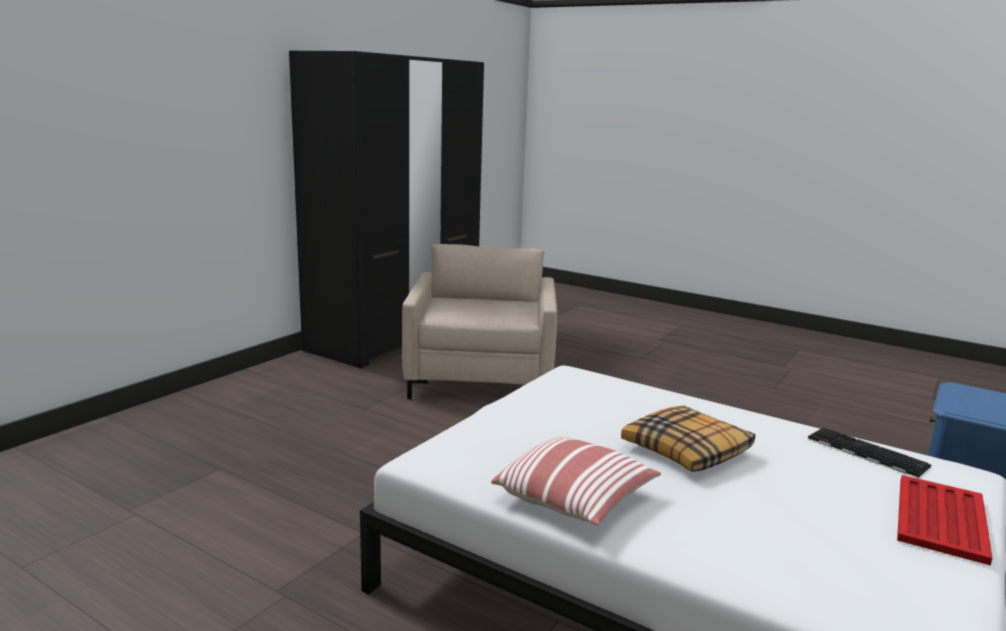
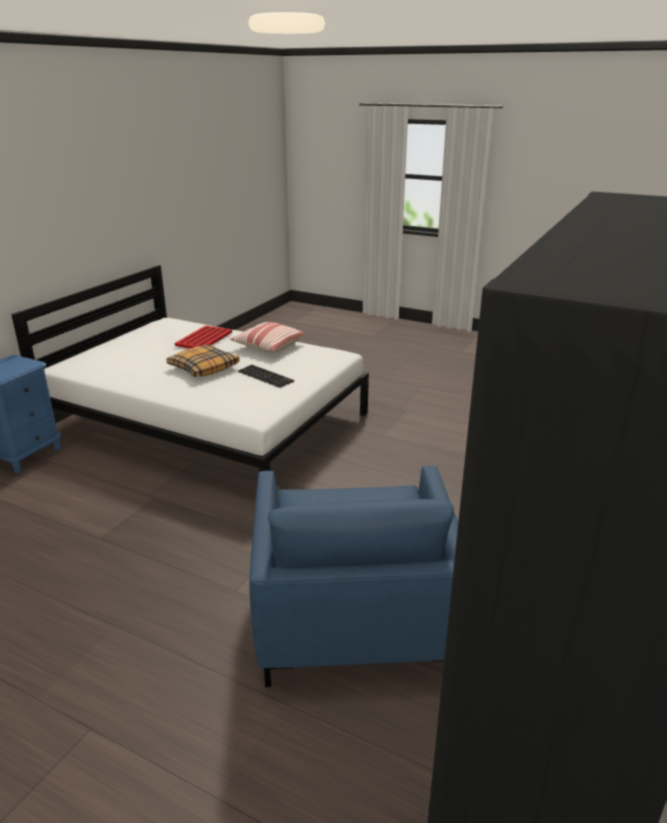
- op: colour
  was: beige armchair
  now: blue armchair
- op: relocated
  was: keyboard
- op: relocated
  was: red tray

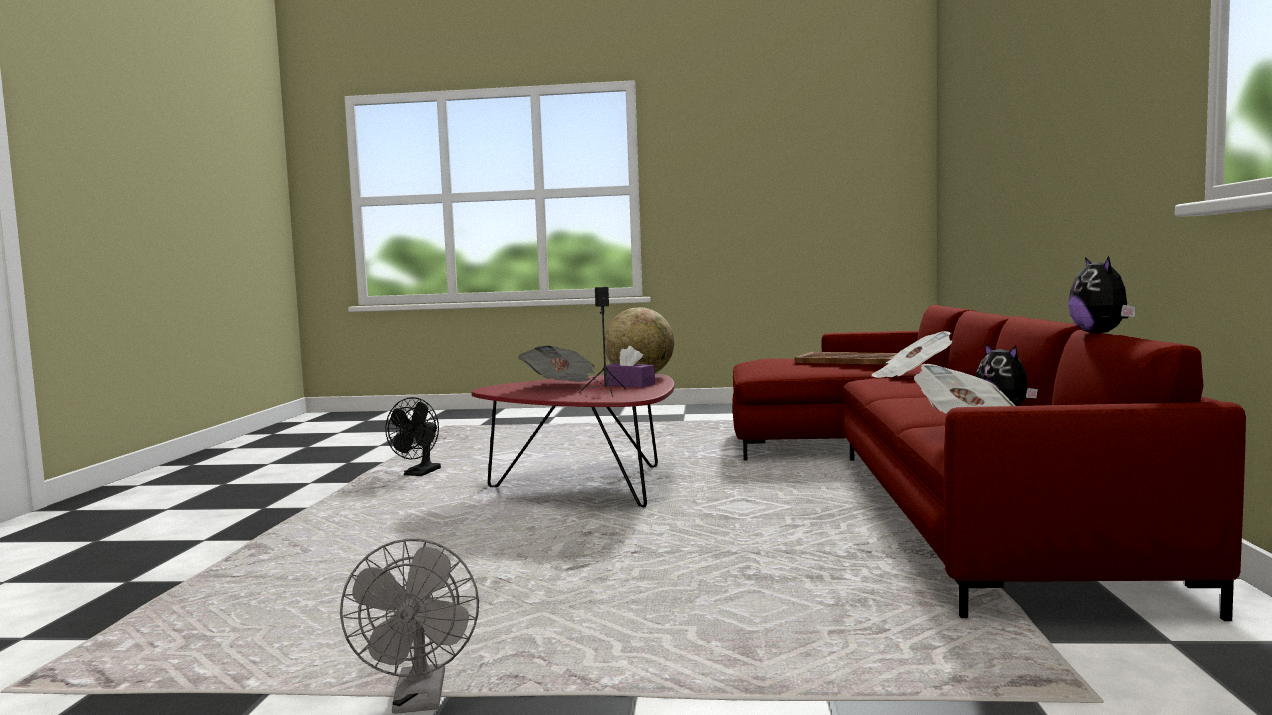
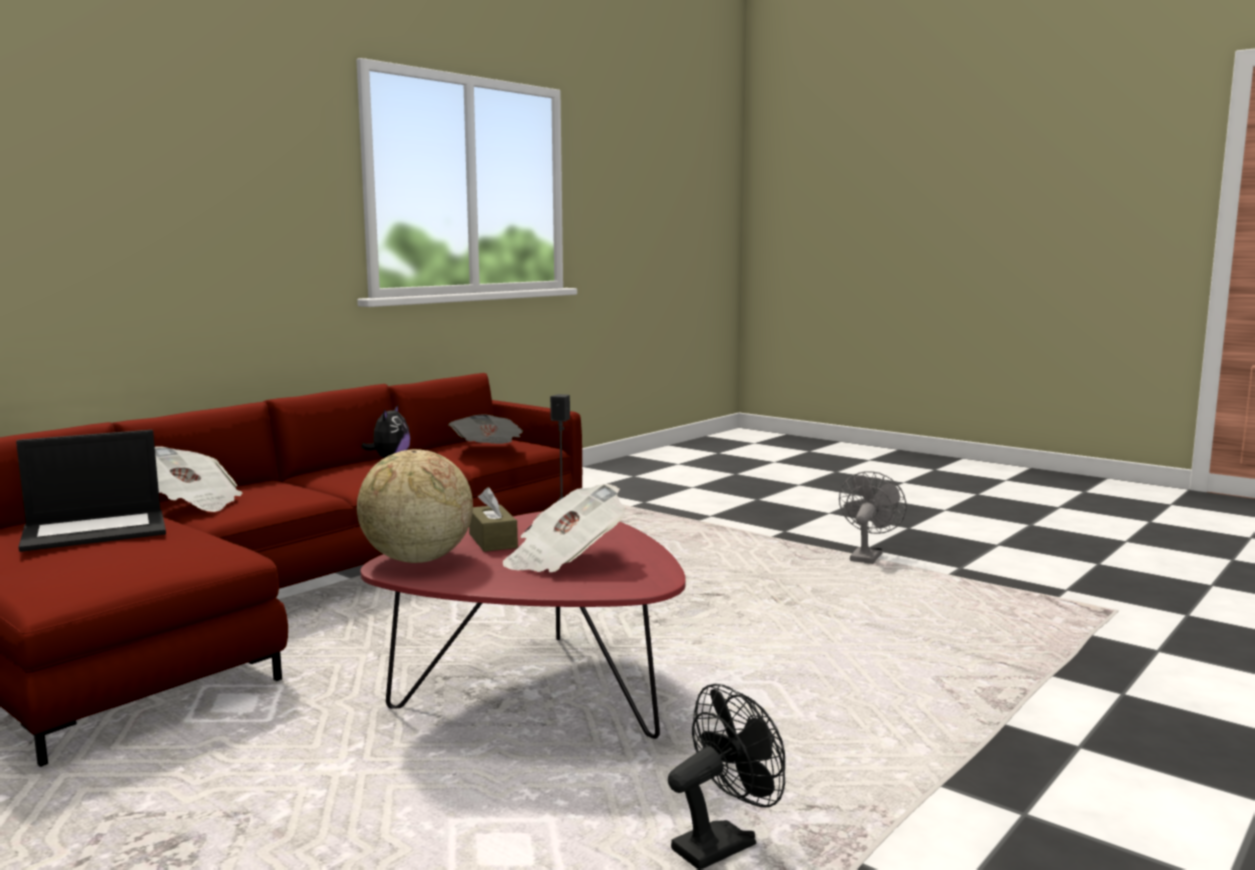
- op: missing
  was: plush toy (no. 2 from left)
- op: colour
  was: purple tissue box
  now: brown tissue box
- op: exchanged
  was: brown tray
  now: laptop

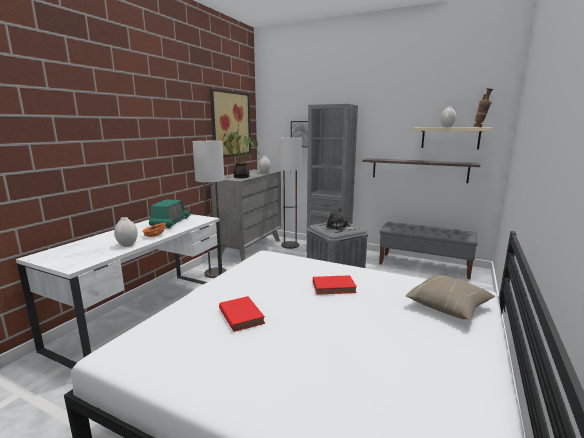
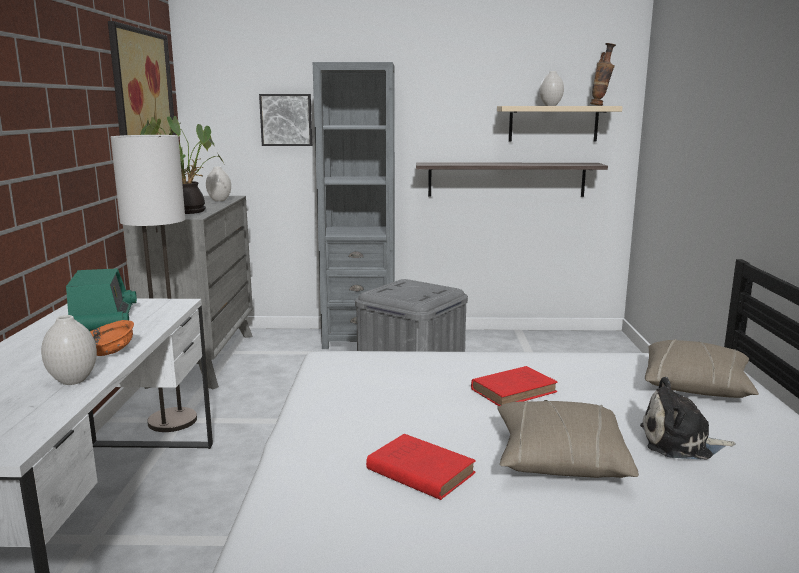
- op: missing
  was: floor lamp (no. 2 from left)
- op: relocated
  was: plush toy
- op: missing
  was: grey bench
- op: appeared
  now: beige pillow (no. 1 from left)

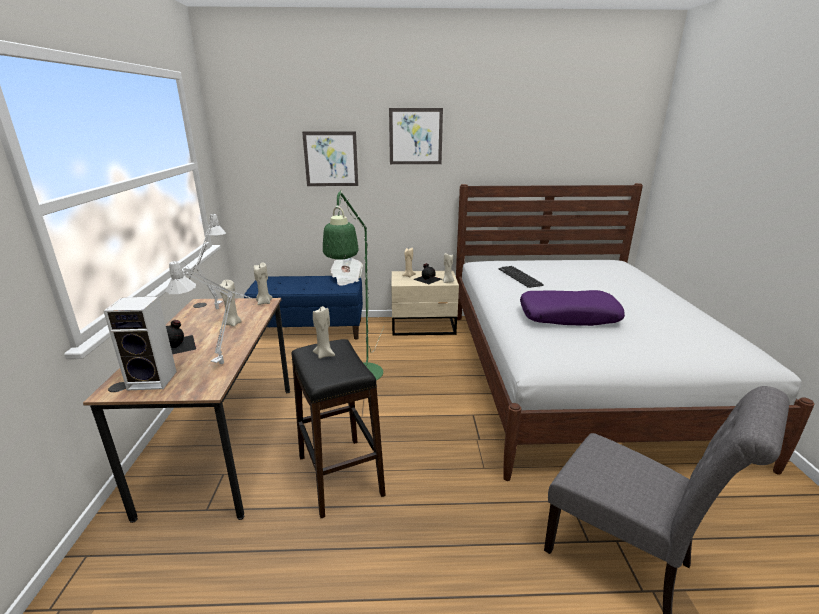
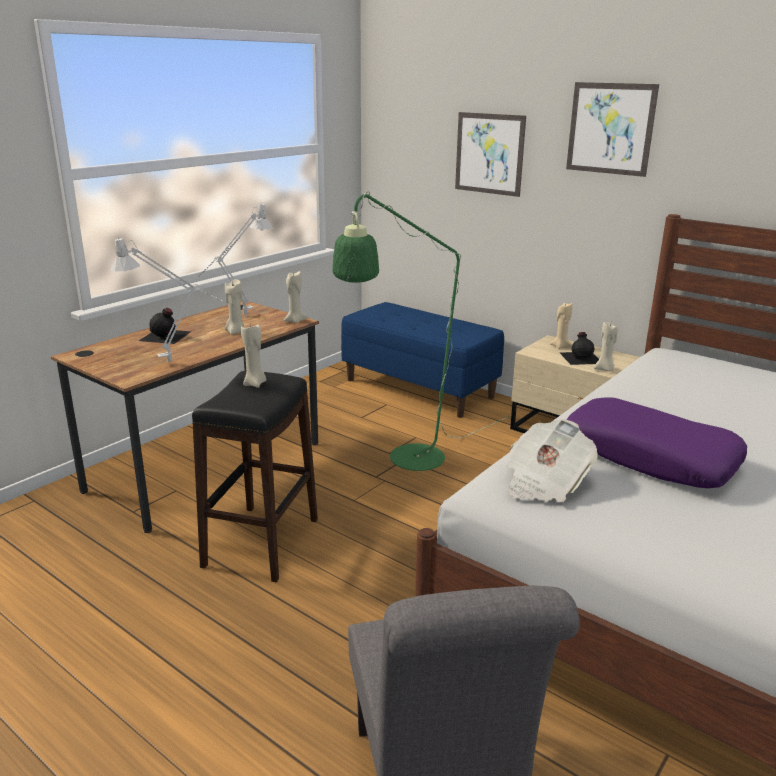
- op: relocated
  was: newspaper
- op: missing
  was: keyboard
- op: missing
  was: speaker

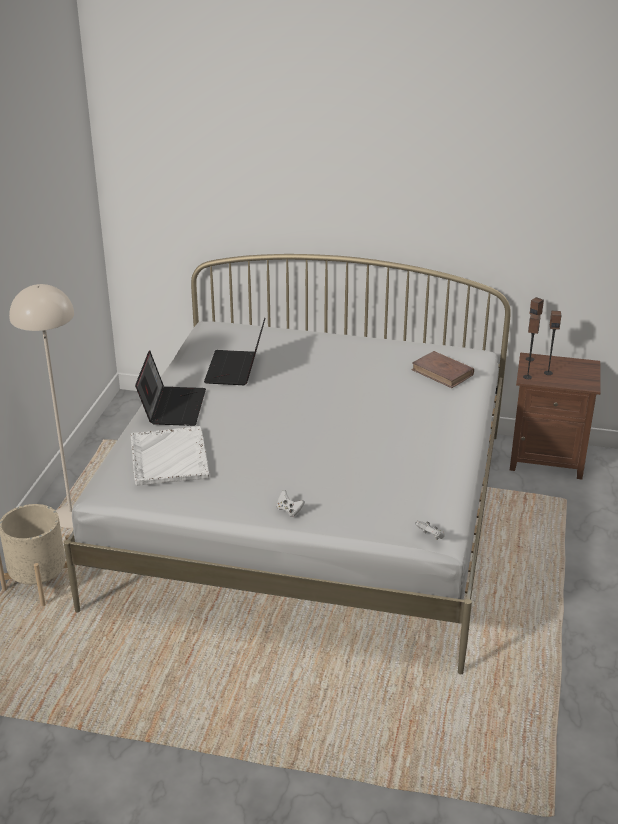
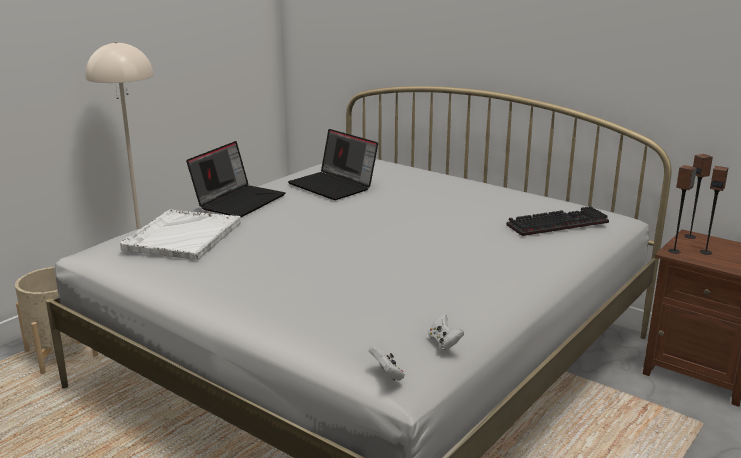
- op: spun
  was: laptop (no. 2 from left)
  clockwise: -75
- op: exchanged
  was: brown book
  now: keyboard
- op: relocated
  was: white game controller (no. 1 from left in the first image)
  now: white game controller (no. 2 from left)

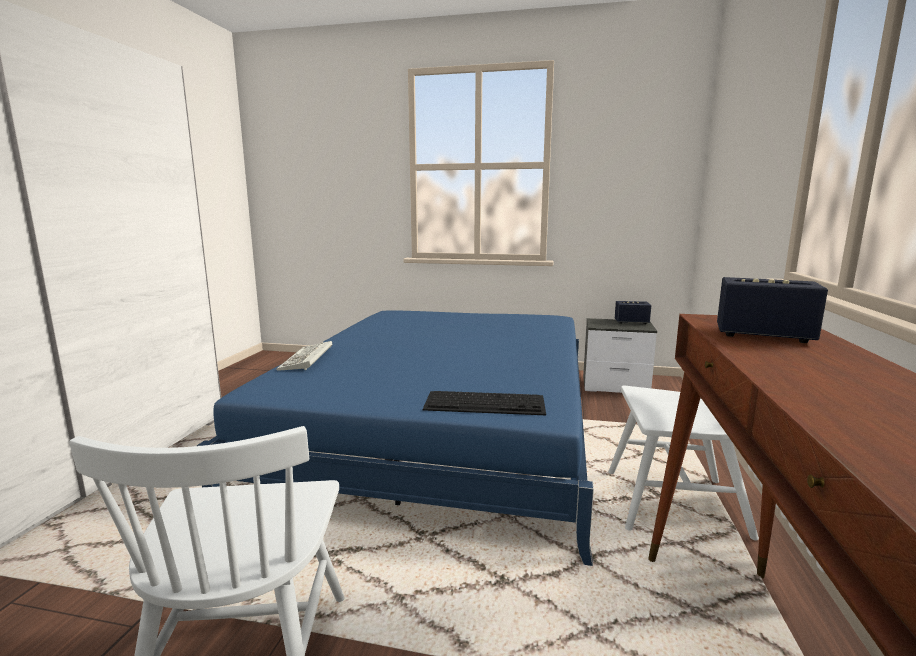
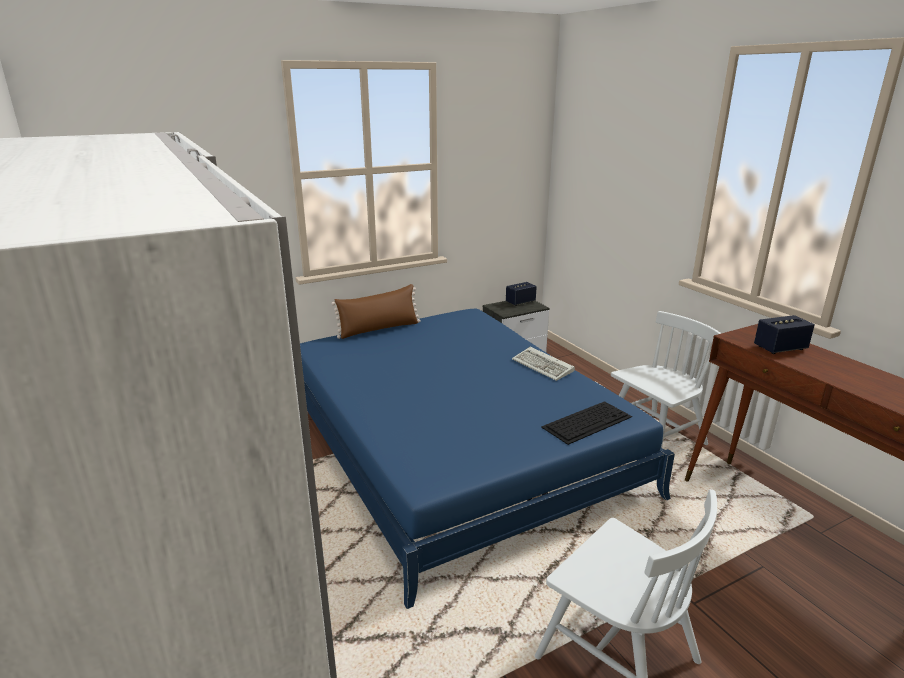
- op: relocated
  was: keyboard (no. 1 from left)
- op: appeared
  now: brown pillow

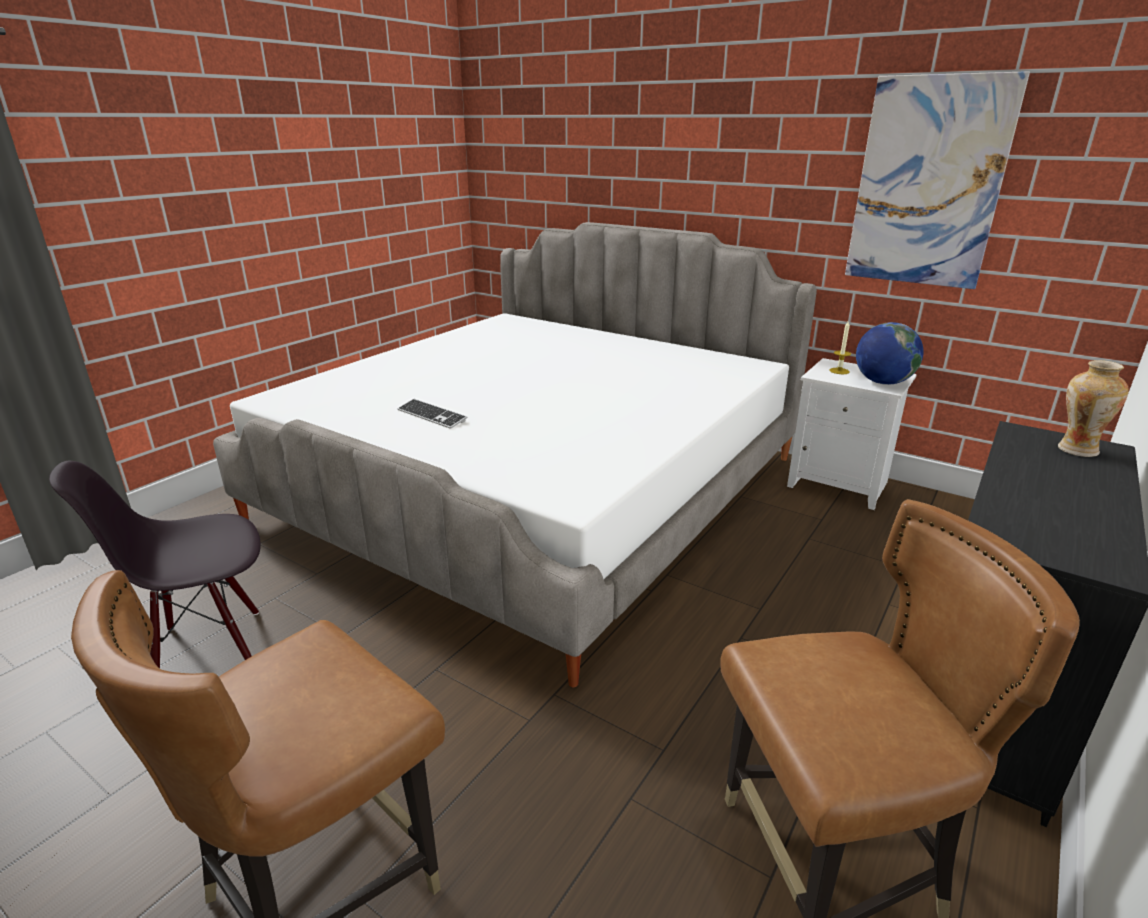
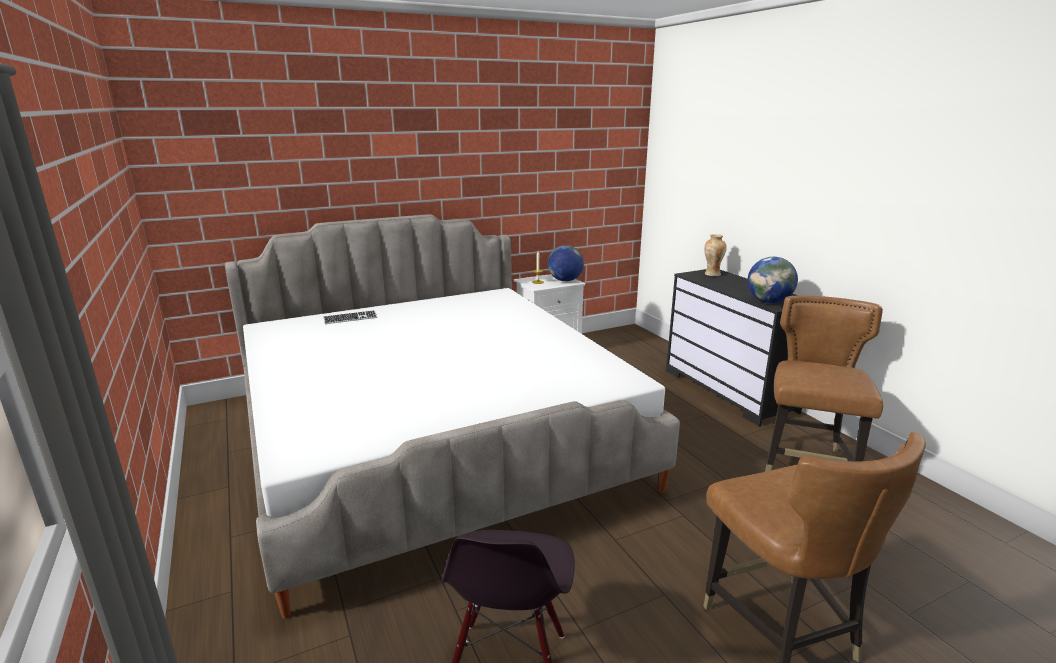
- op: missing
  was: picture
- op: relocated
  was: keyboard
- op: appeared
  now: globe (no. 2 from left)

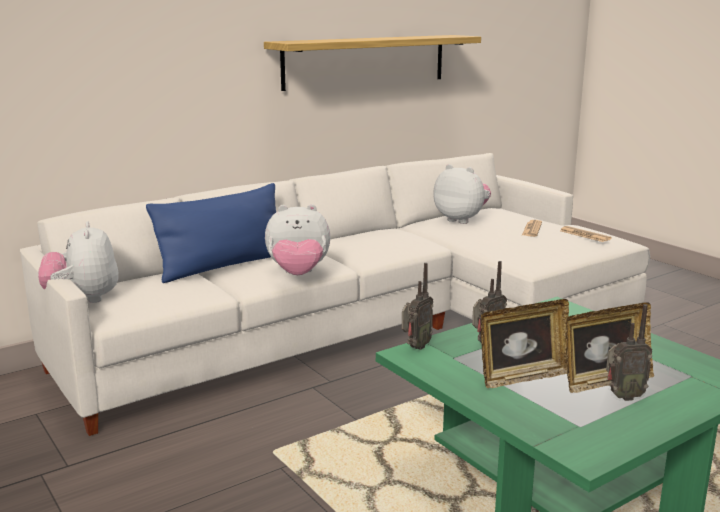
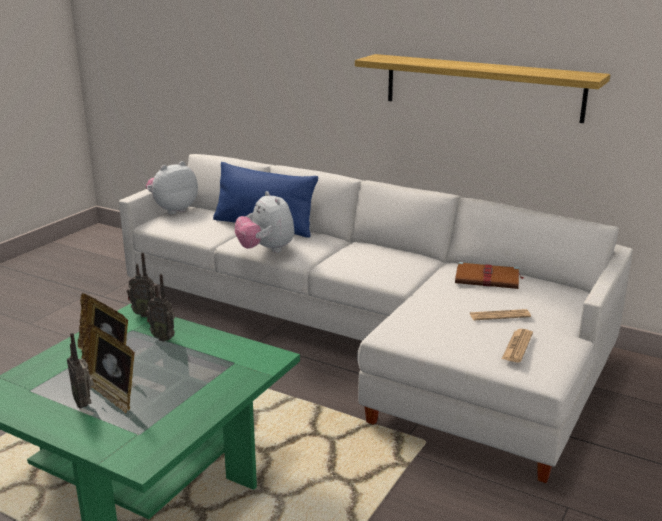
- op: exchanged
  was: plush toy (no. 3 from left)
  now: brown book

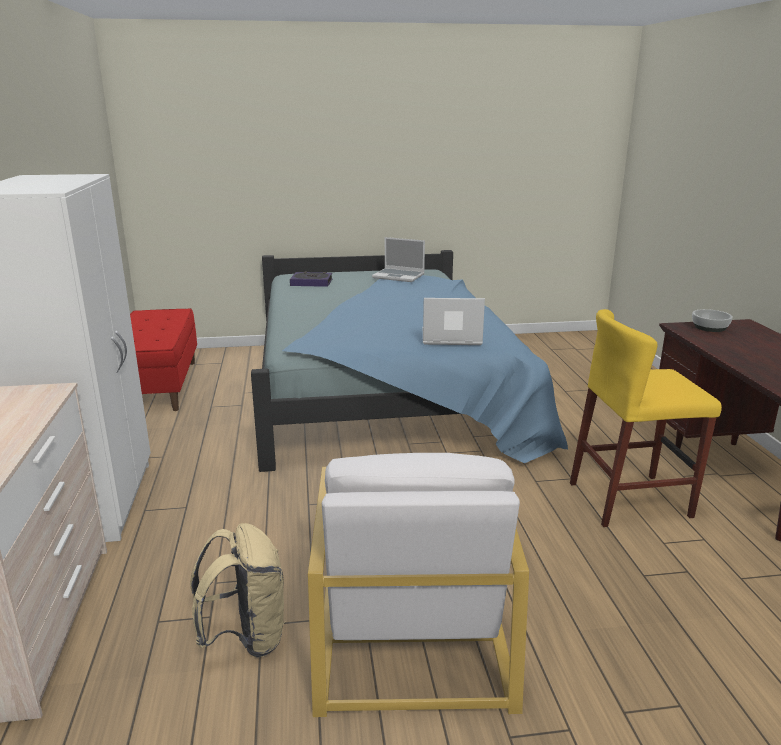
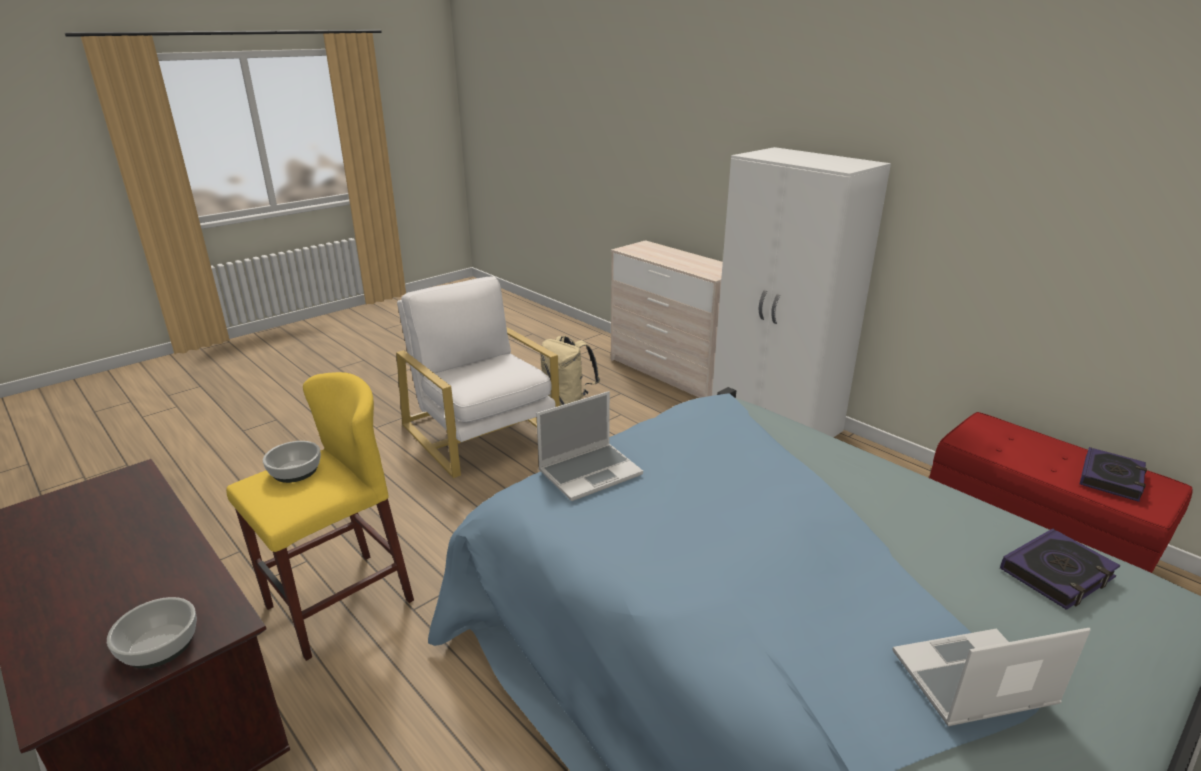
- op: appeared
  now: bowl (no. 2 from left)
- op: appeared
  now: book (no. 2 from left)

